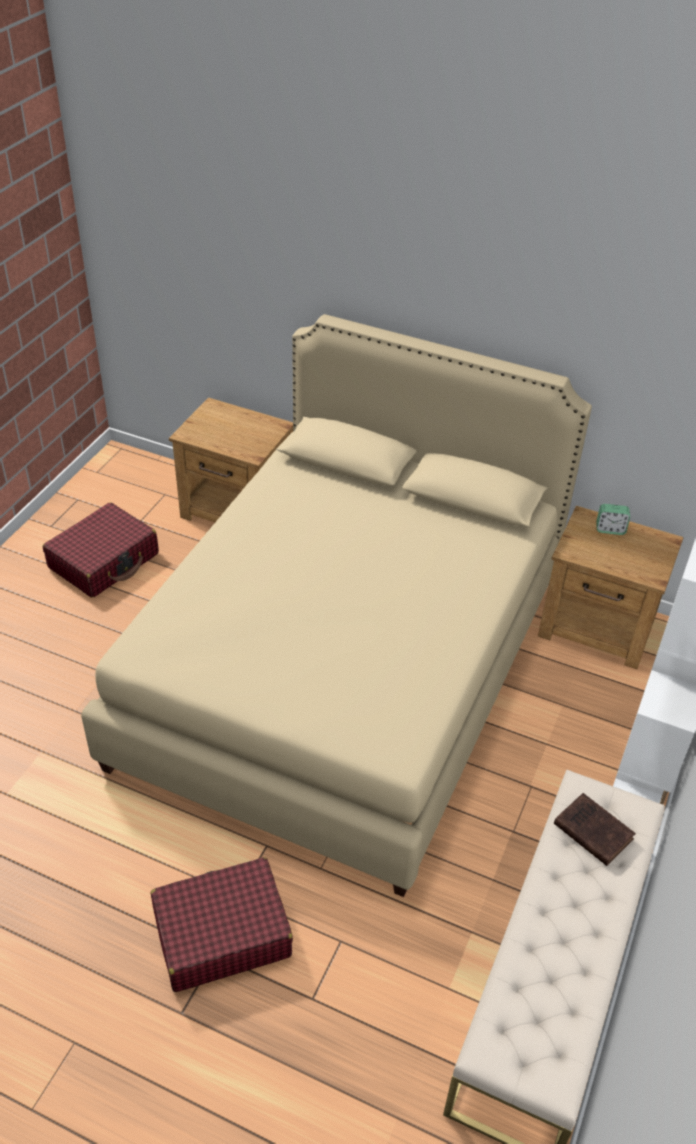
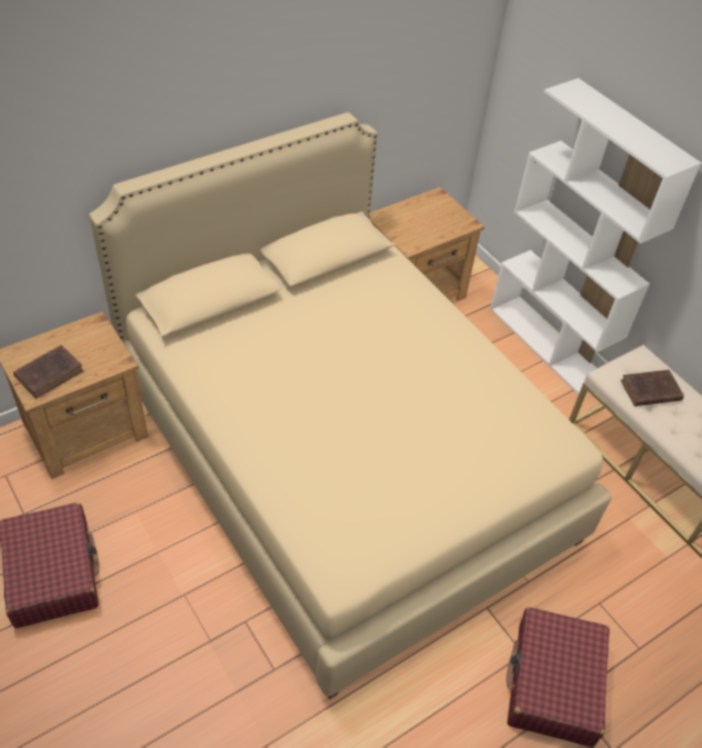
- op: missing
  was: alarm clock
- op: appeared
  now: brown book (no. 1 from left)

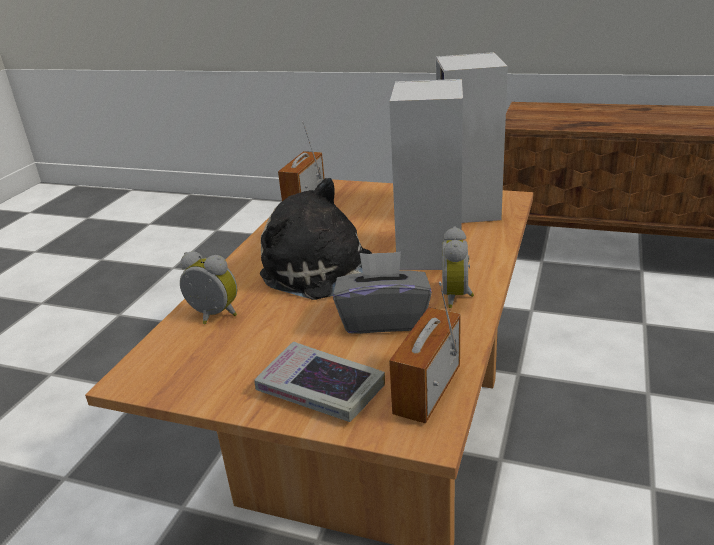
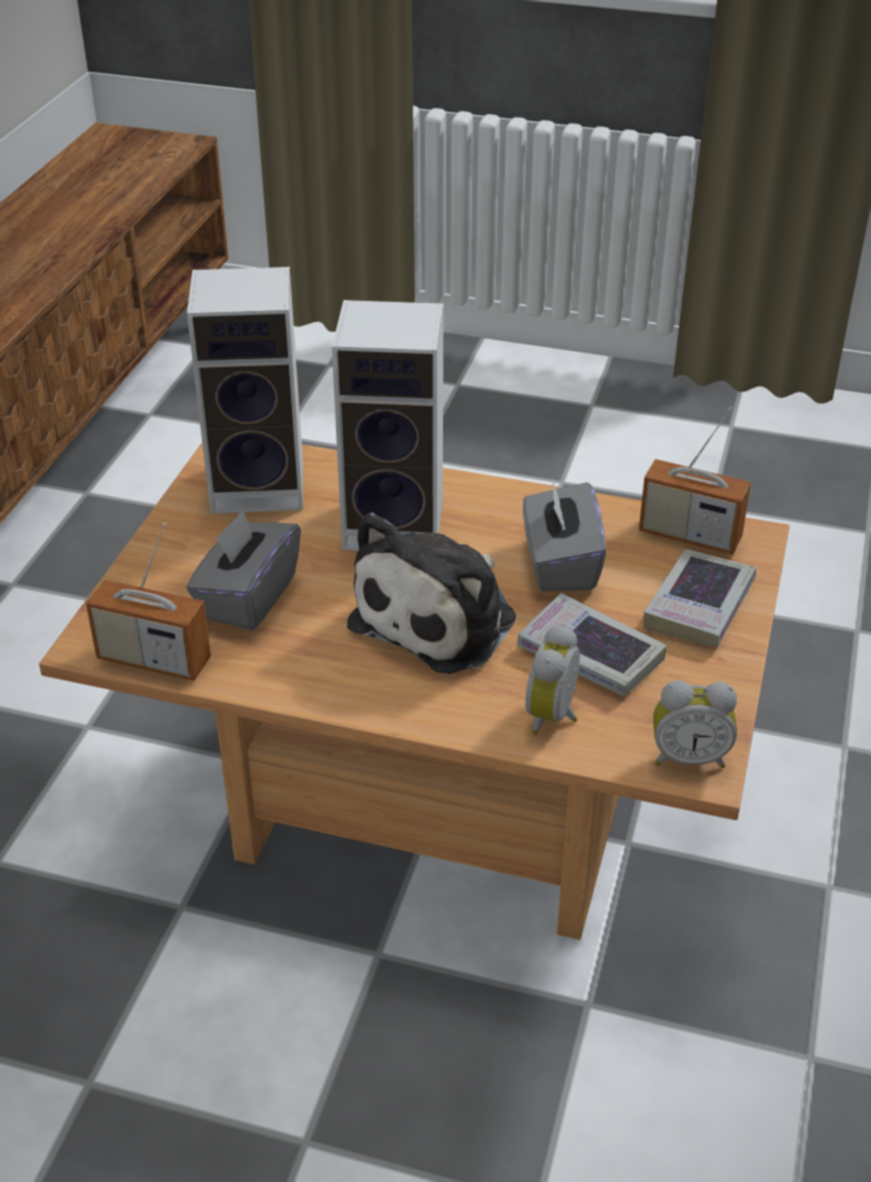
- op: relocated
  was: alarm clock (no. 2 from left)
- op: appeared
  now: grey tissue box (no. 1 from left)
- op: appeared
  now: book (no. 1 from left)

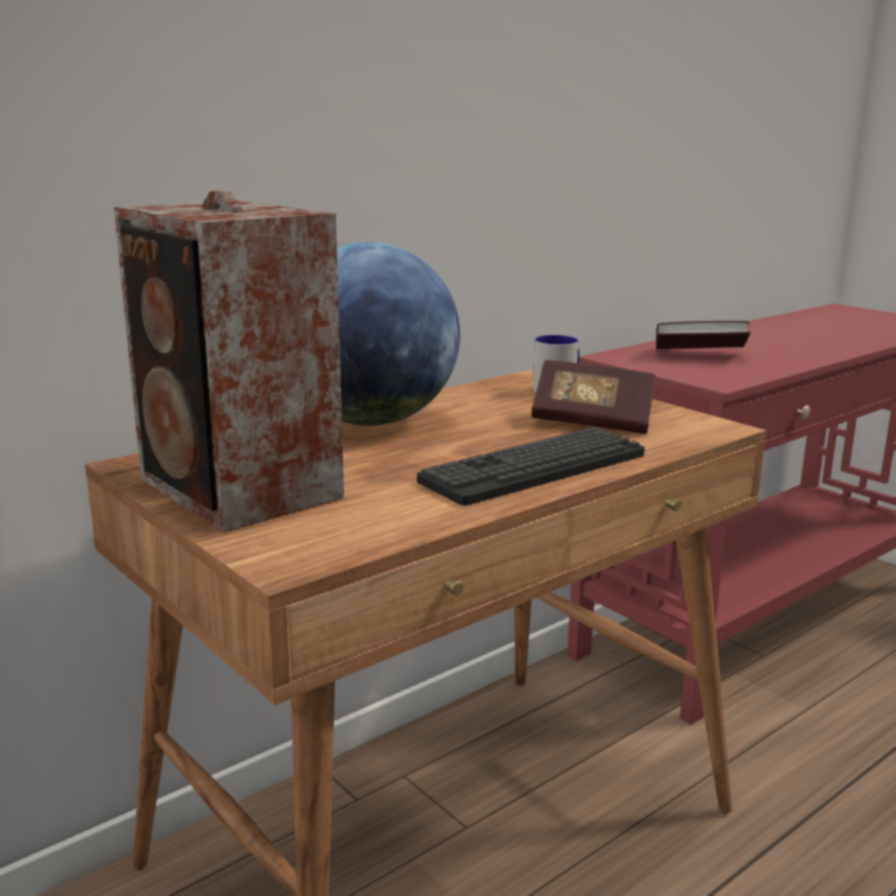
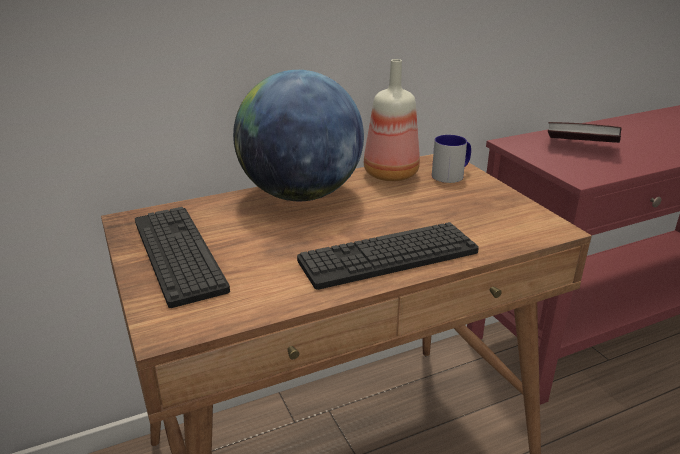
- op: exchanged
  was: speaker
  now: keyboard (no. 1 from left)
- op: missing
  was: book (no. 1 from left)
- op: appeared
  now: bottle

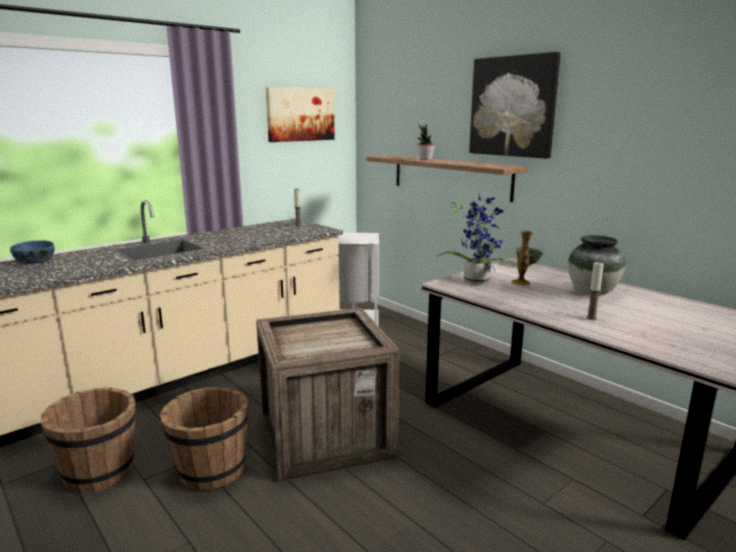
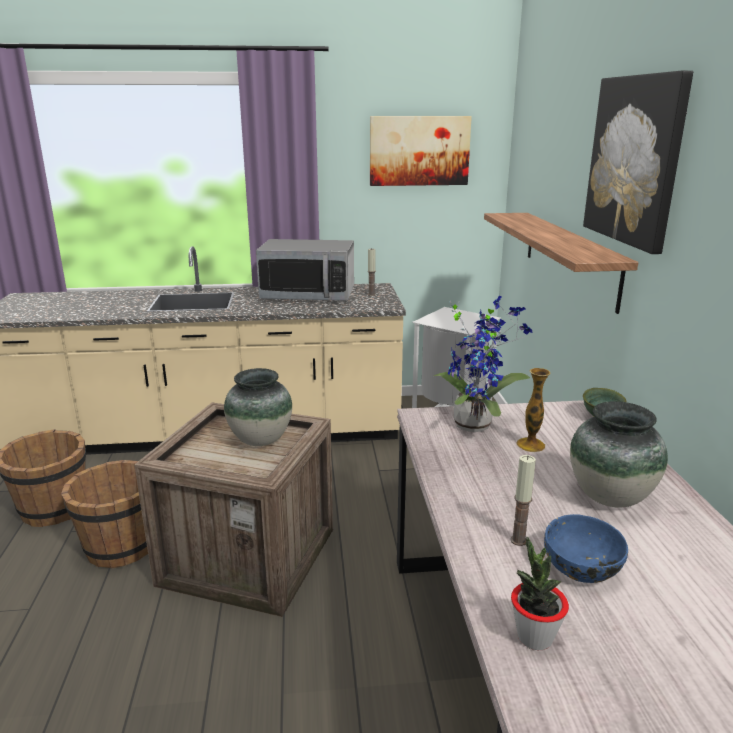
- op: relocated
  was: potted plant (no. 1 from left in the first image)
  now: potted plant (no. 2 from left)
- op: relocated
  was: blue bowl
- op: appeared
  now: microwave
- op: appeared
  now: vase (no. 1 from left)

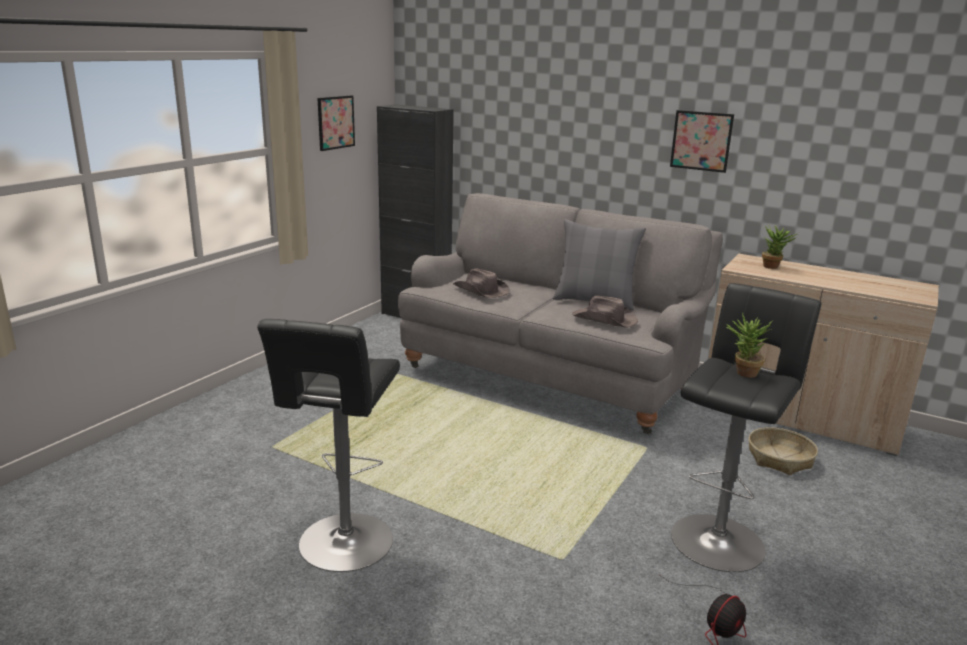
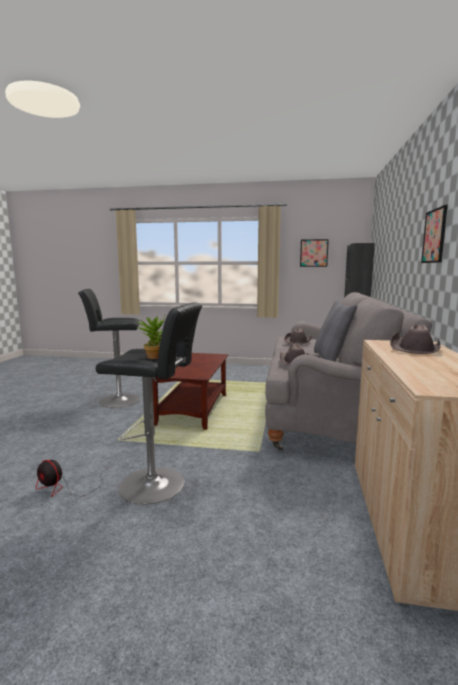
- op: exchanged
  was: potted plant (no. 2 from left)
  now: brown hat (no. 3 from left)
- op: missing
  was: basket
- op: appeared
  now: brown coffee table

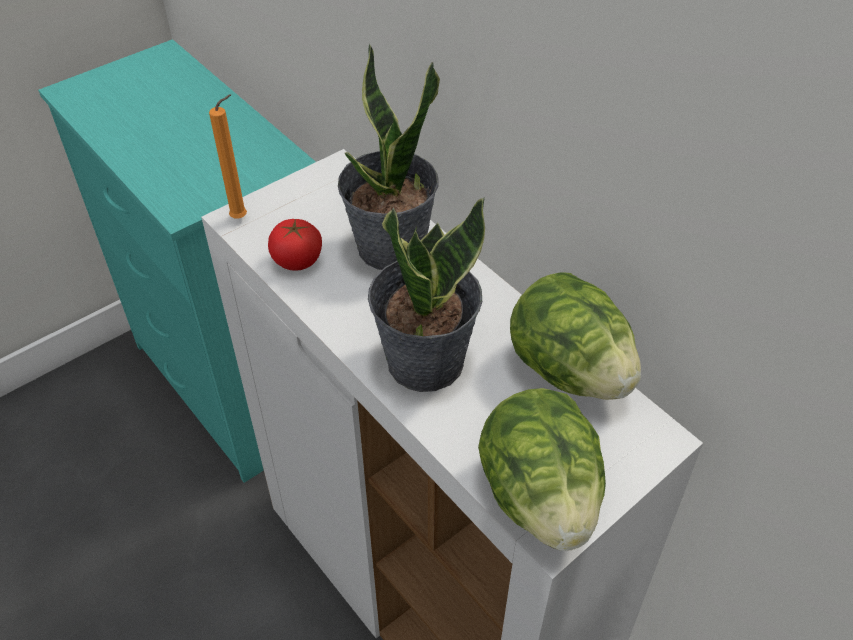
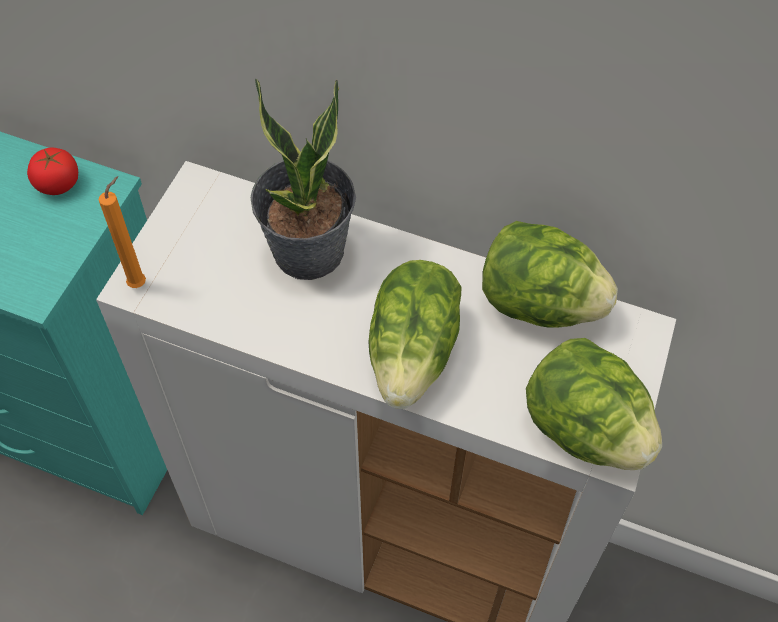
- op: exchanged
  was: potted plant (no. 2 from left)
  now: lettuce (no. 1 from left)
- op: relocated
  was: tomato

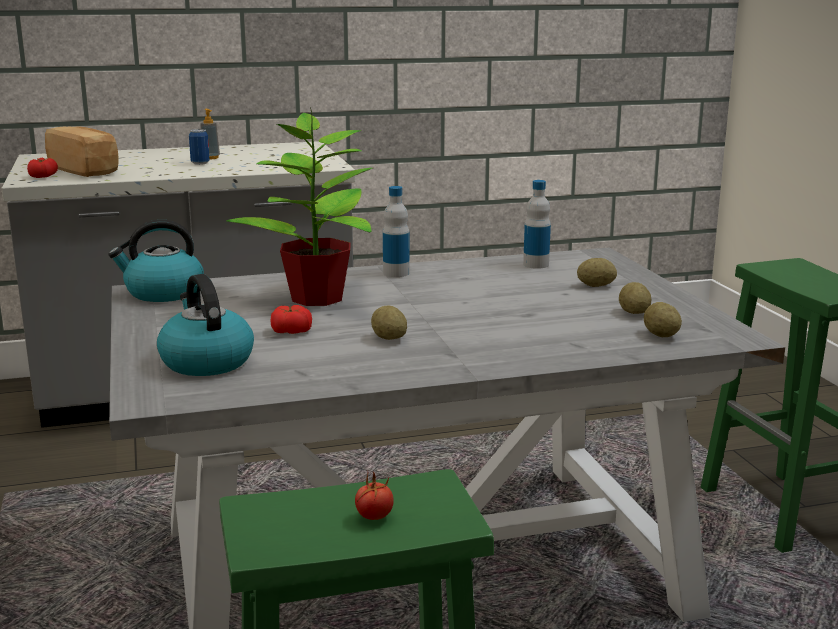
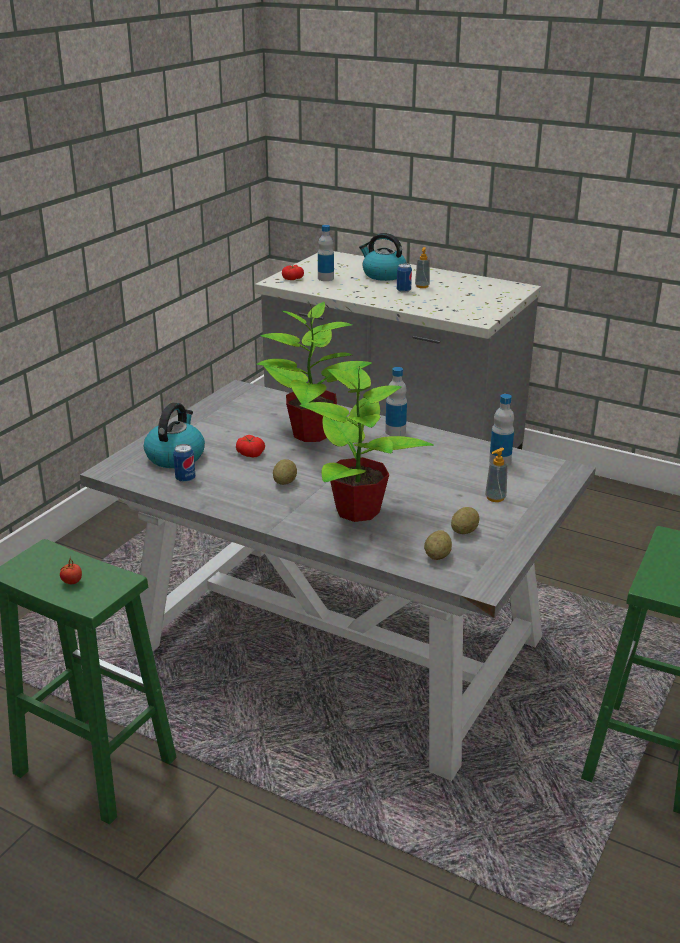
- op: exchanged
  was: bread
  now: bottle (no. 1 from left)
- op: relocated
  was: kettle (no. 1 from left in the first image)
  now: kettle (no. 2 from left)
- op: exchanged
  was: potato (no. 2 from left)
  now: soap dispenser (no. 2 from left)
- op: appeared
  now: potted plant (no. 2 from left)
- op: appeared
  now: can (no. 1 from left)

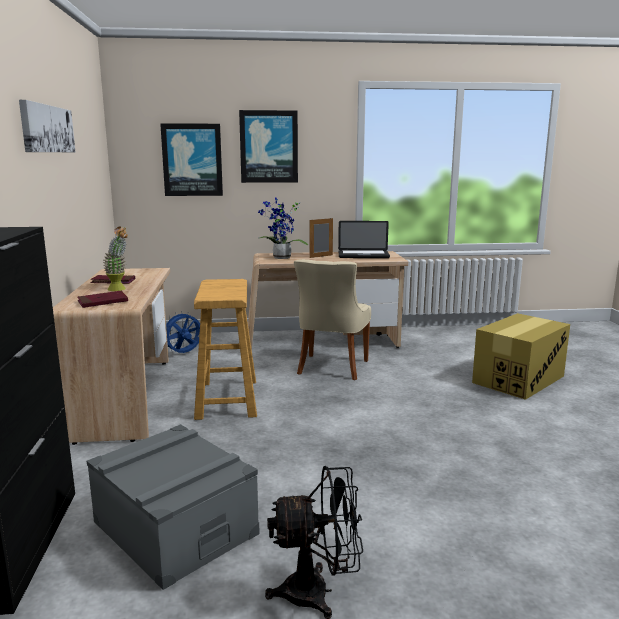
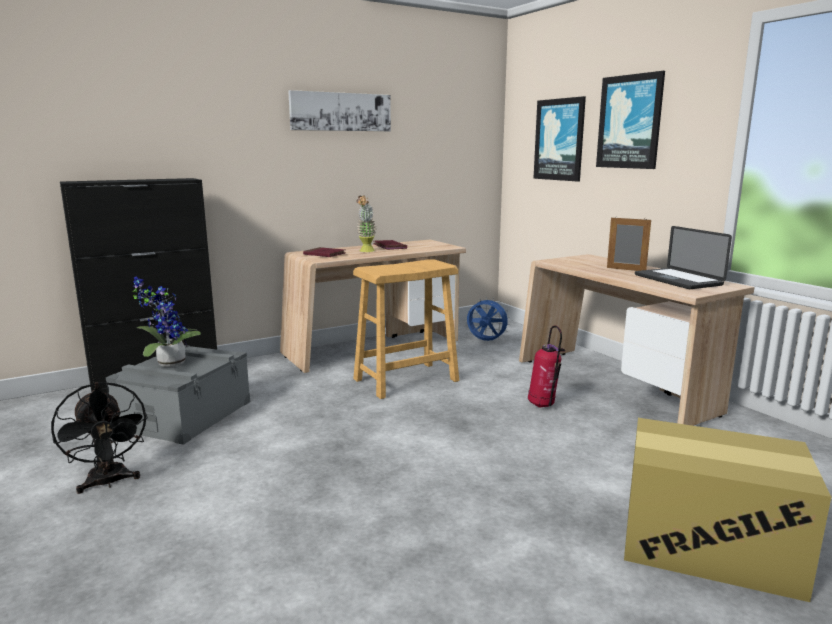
- op: relocated
  was: potted plant (no. 2 from left in the first image)
  now: potted plant (no. 1 from left)
- op: exchanged
  was: beige chair
  now: fire extinguisher

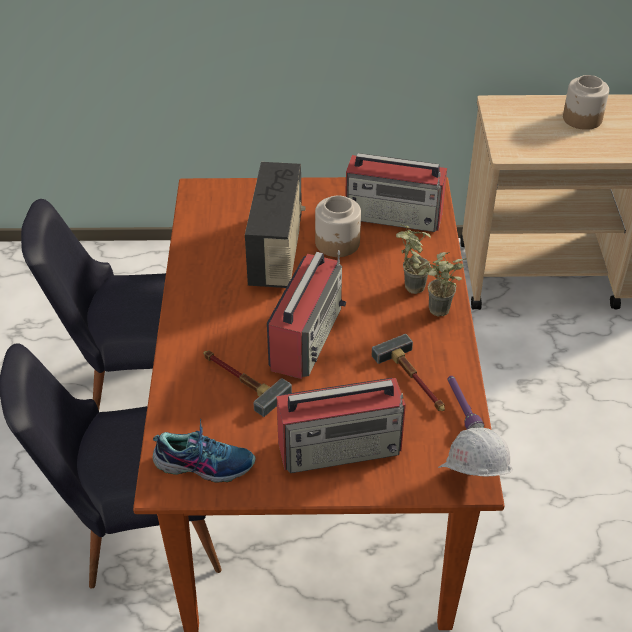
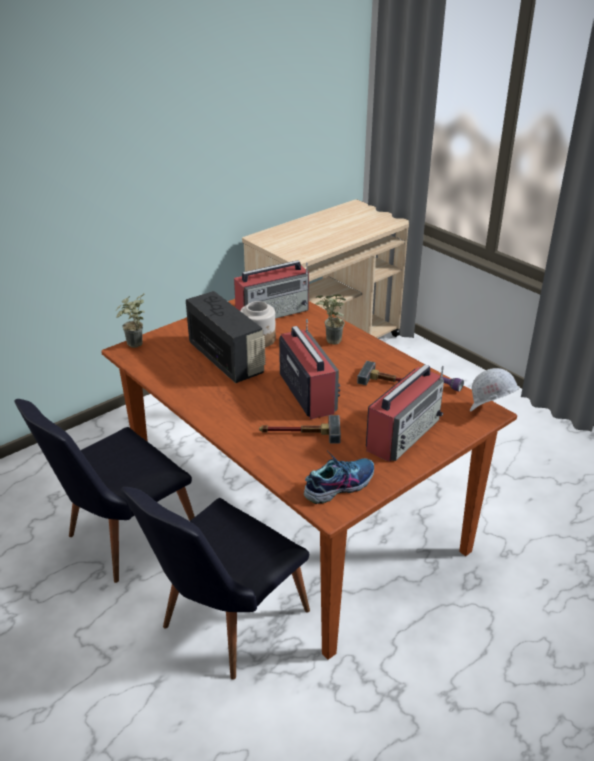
- op: missing
  was: jar (no. 2 from left)
- op: relocated
  was: potted plant (no. 2 from left in the first image)
  now: potted plant (no. 1 from left)

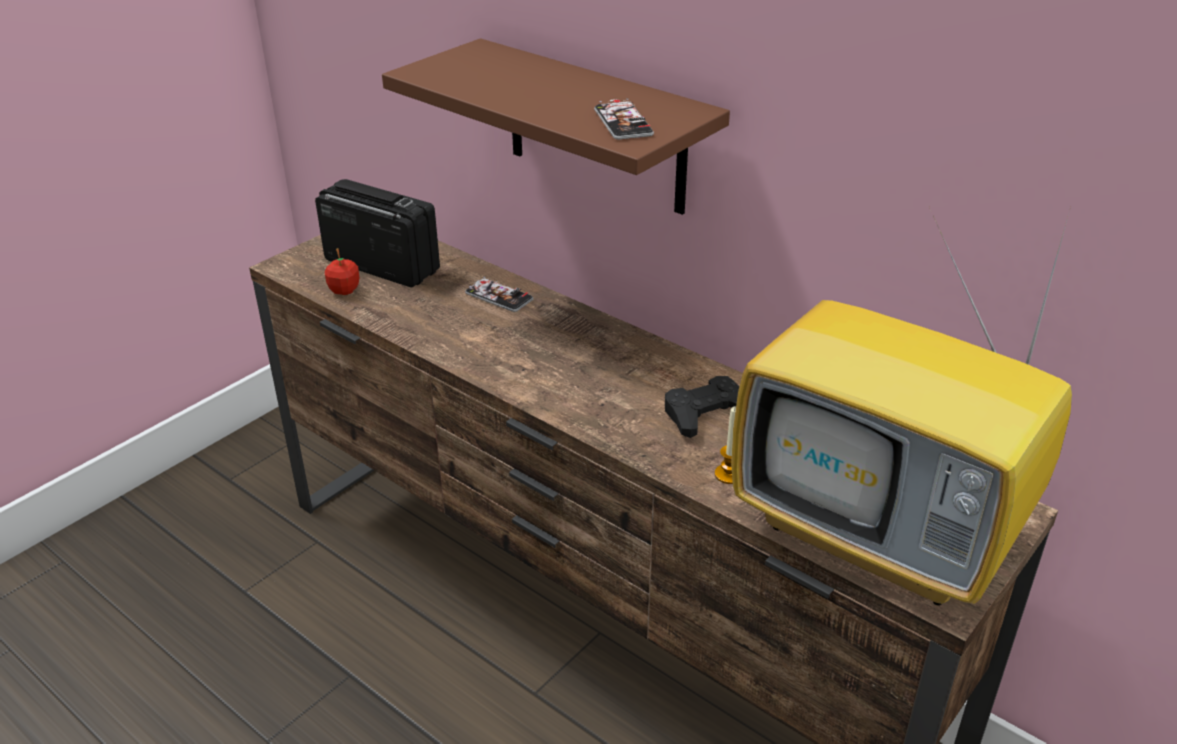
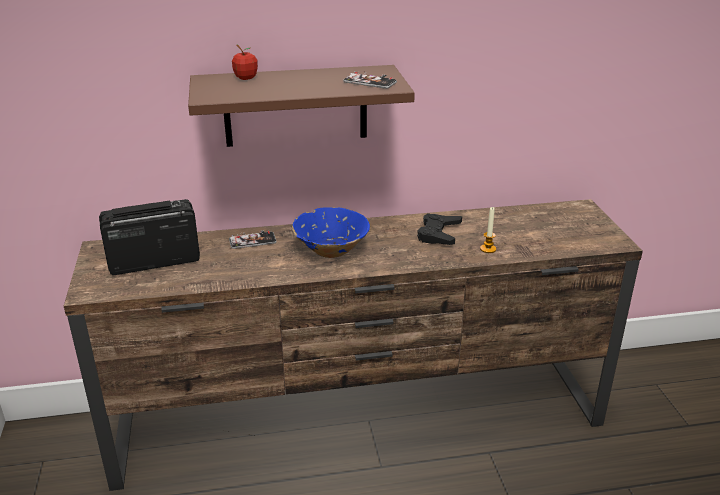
- op: missing
  was: television
- op: relocated
  was: apple
- op: appeared
  now: blue bowl

